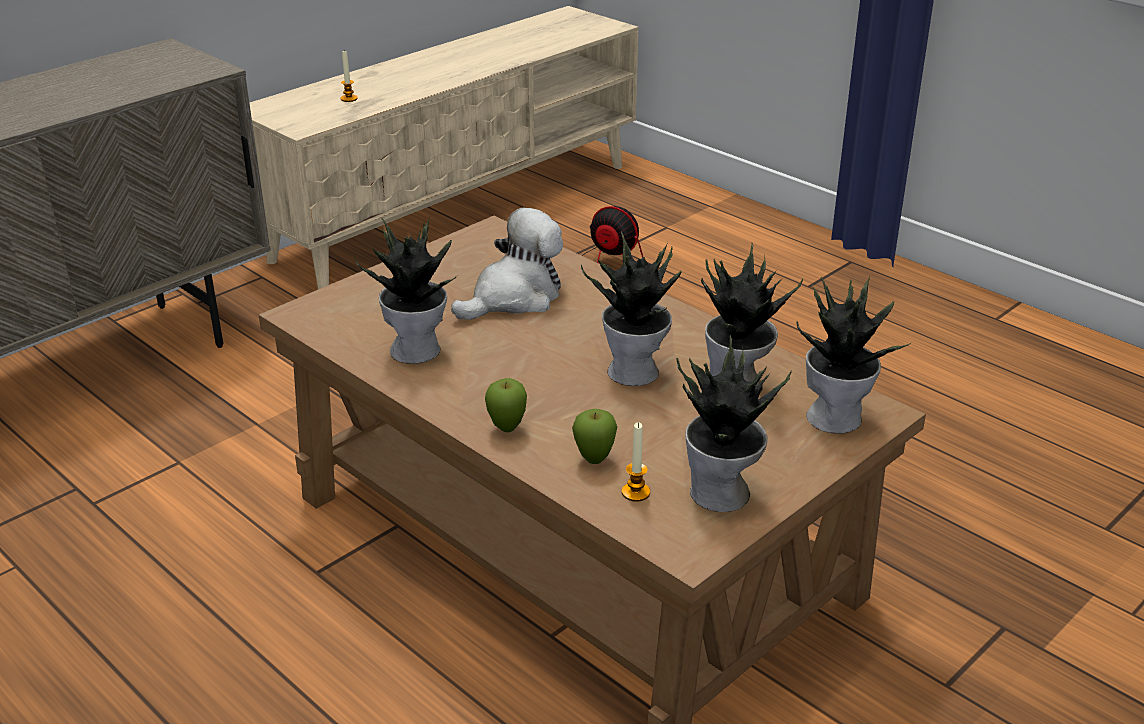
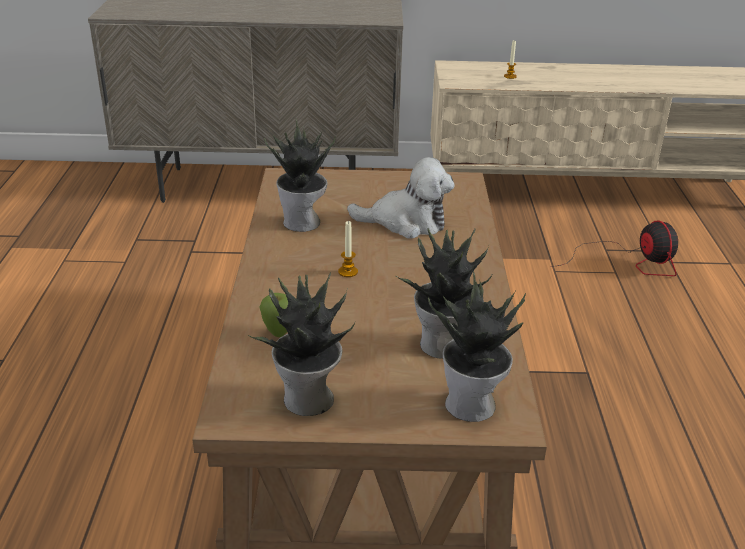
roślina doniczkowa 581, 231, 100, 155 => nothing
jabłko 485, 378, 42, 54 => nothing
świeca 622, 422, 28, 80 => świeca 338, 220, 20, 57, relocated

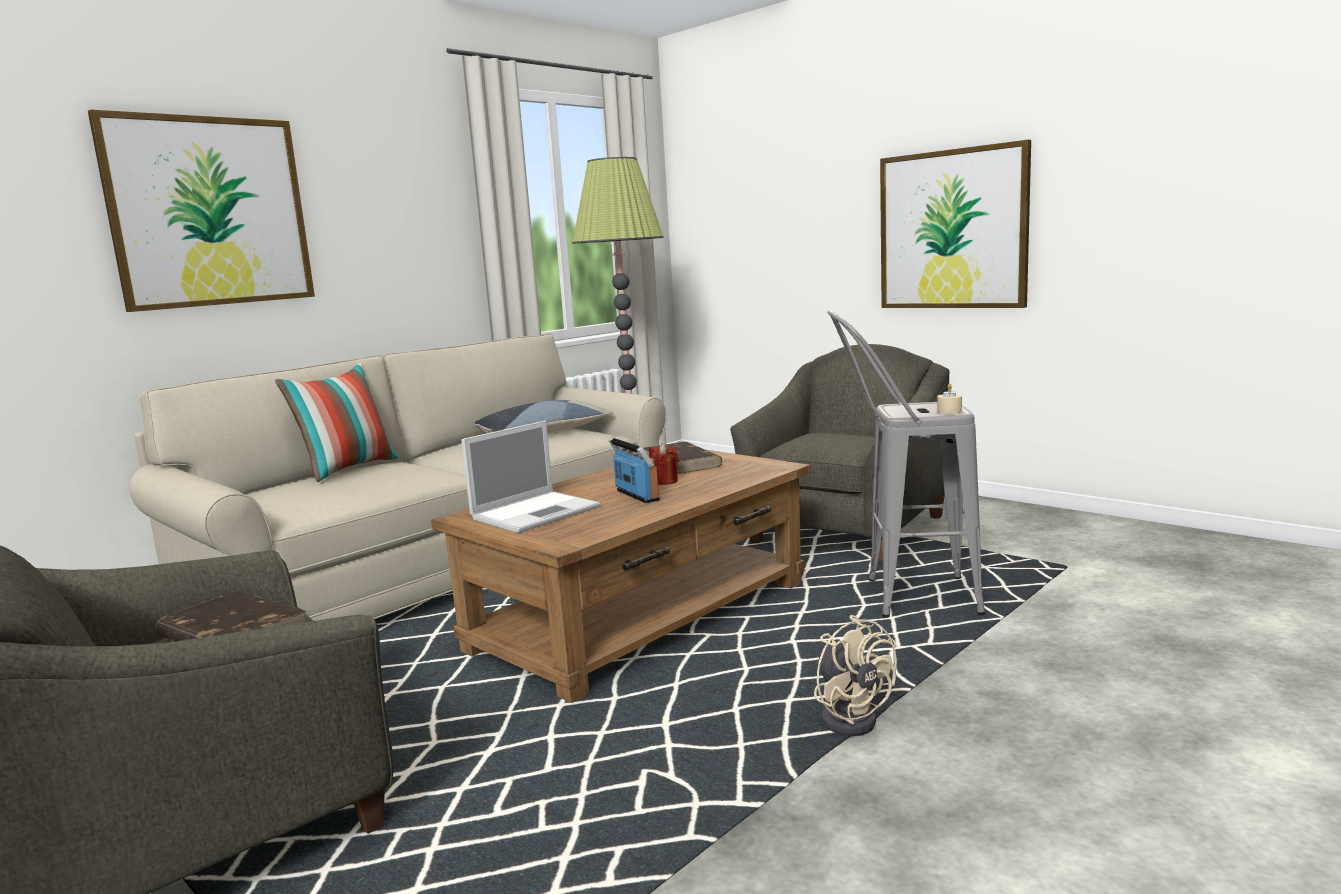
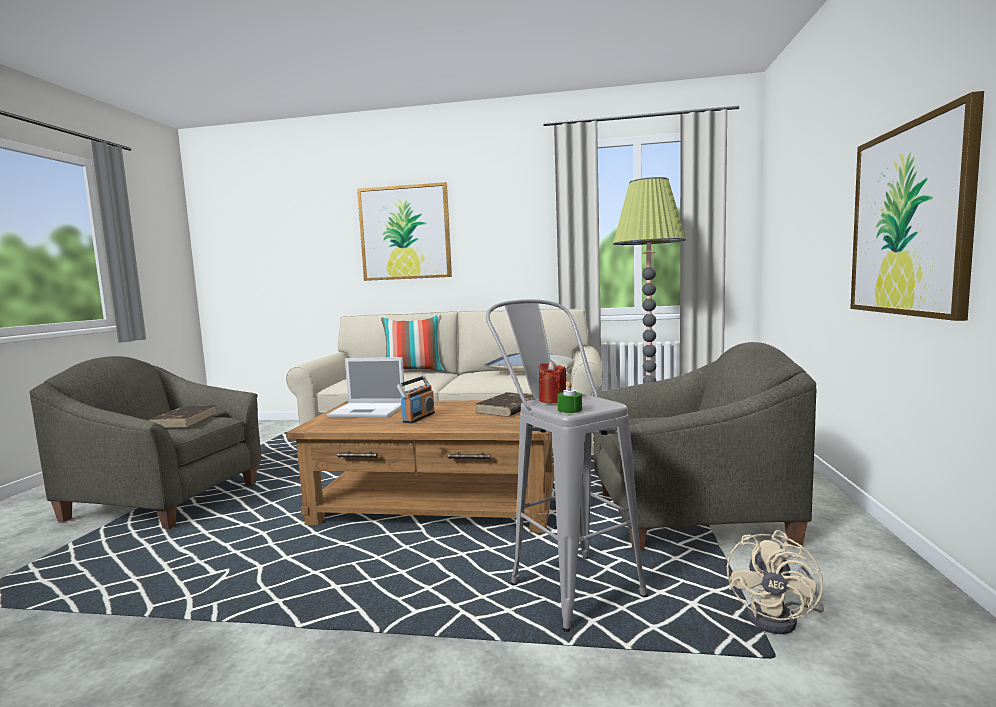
świeca [beżowy] 937, 383, 25, 31 => świeca [zielony] 557, 381, 25, 32
świeca [czerwony] 649, 443, 29, 42 => świeca [czerwony] 538, 361, 29, 42, relocated
wentylator [beżowy] 814, 615, 83, 122 => wentylator [beżowy] 727, 530, 97, 104, relocated

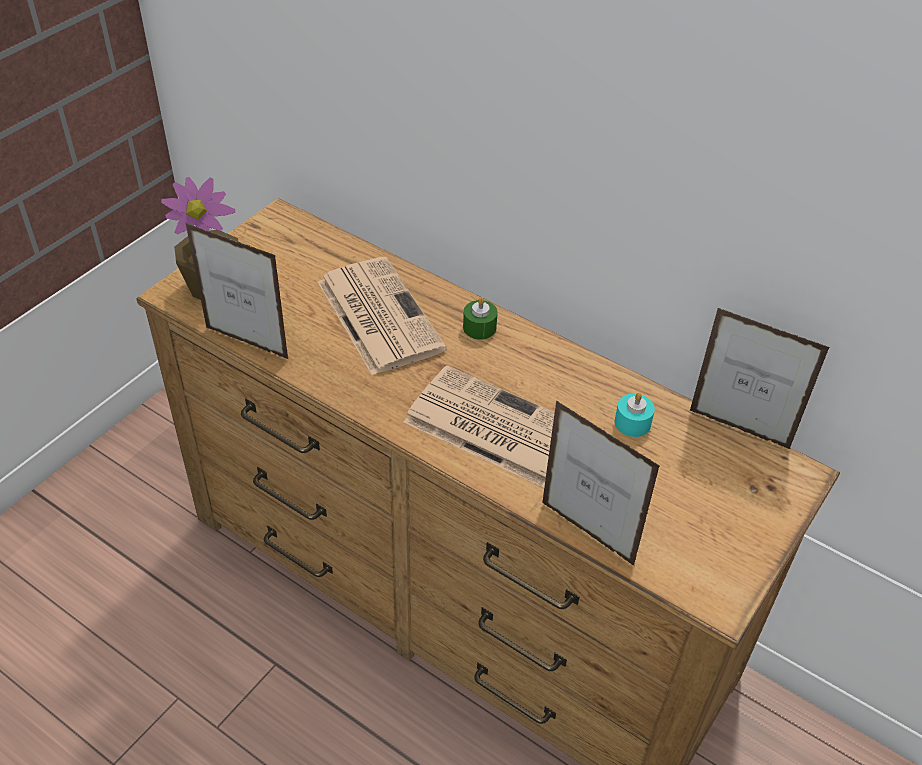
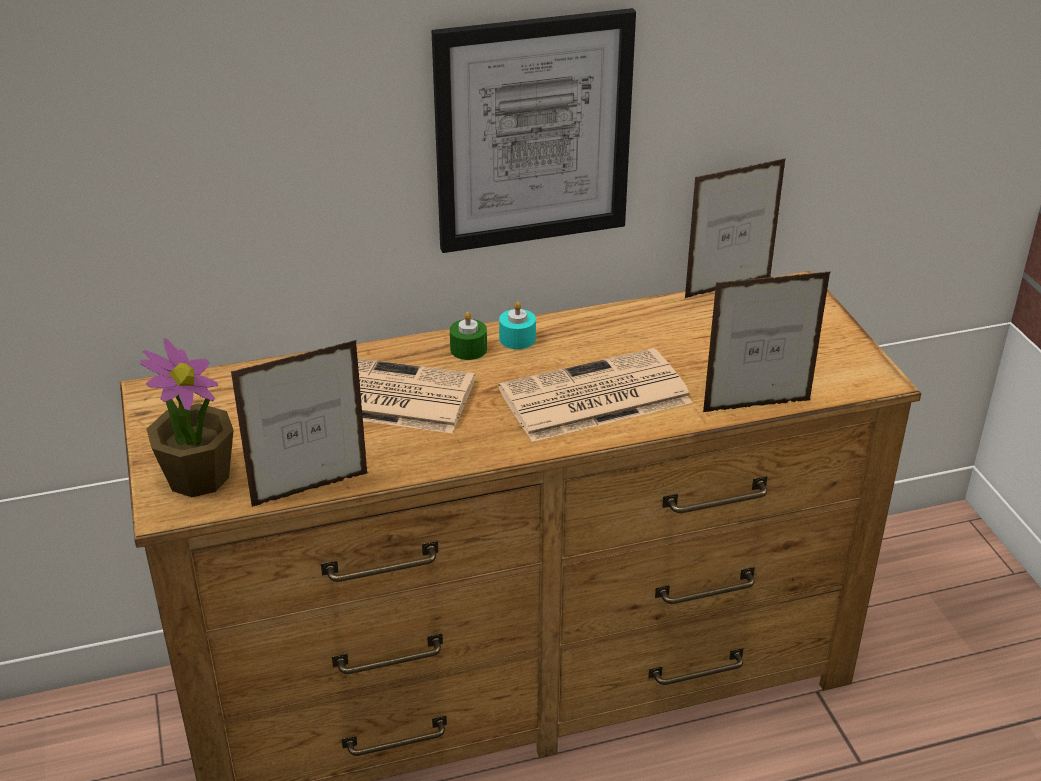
świeca [turkusowy] 615, 393, 40, 44 => świeca [turkusowy] 499, 302, 37, 47, relocated
nothing => obraz 432, 8, 204, 245

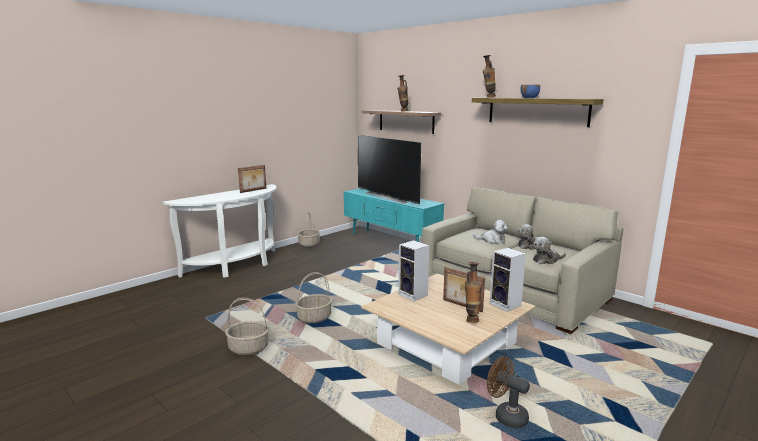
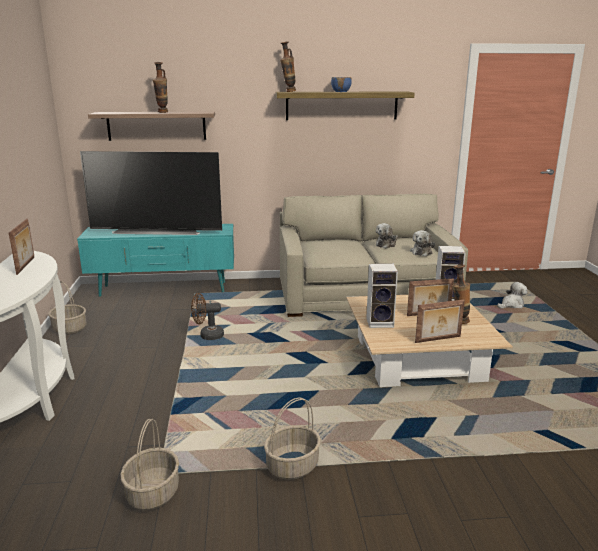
pluszak 473, 220, 35, 24 => pluszak 497, 282, 30, 27, relocated
koszyk 295, 272, 37, 52 => koszyk 120, 419, 59, 91, relocated
wentylator [brązowy] 487, 356, 43, 73 => wentylator [brązowy] 191, 293, 33, 47, relocated
nothing => ramka na zdjęcie 415, 299, 50, 44

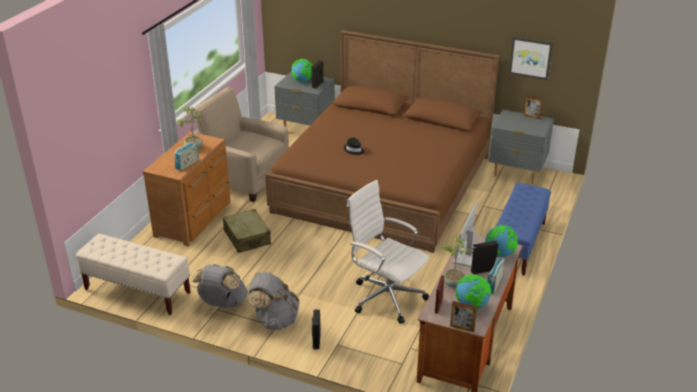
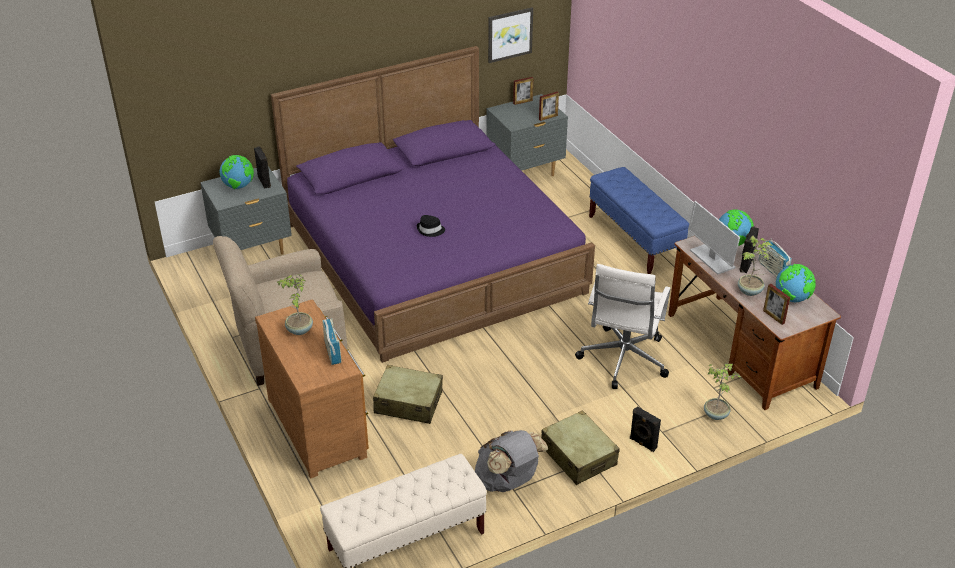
łóżko [brązowy] 265, 30, 234, 223 => łóżko [fioletowy] 271, 46, 324, 317
krzesło biurowe [biały] 347, 180, 82, 144 => krzesło biurowe [biały] 575, 264, 95, 125, 60 degrees counterclockwise
plecak [szary] 248, 271, 51, 59 => walizka [beżowy] 541, 410, 79, 75
ramka na zdjęcie 450, 301, 27, 31 => ramka na zdjęcie 539, 91, 20, 30, relocated
nothing => roślina doniczkowa 704, 364, 36, 56

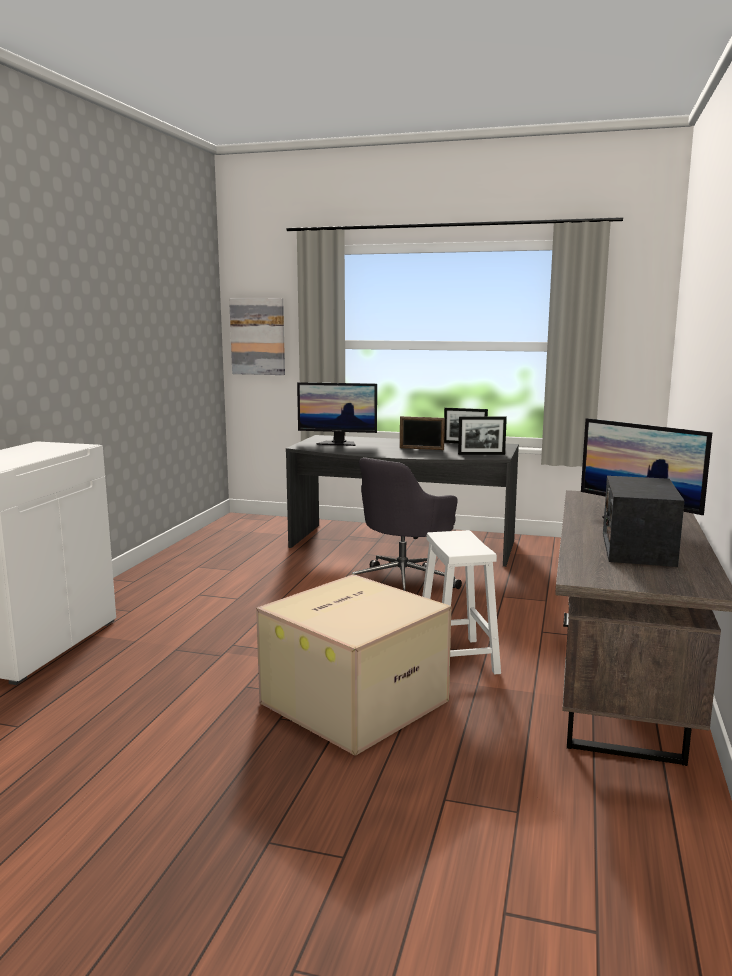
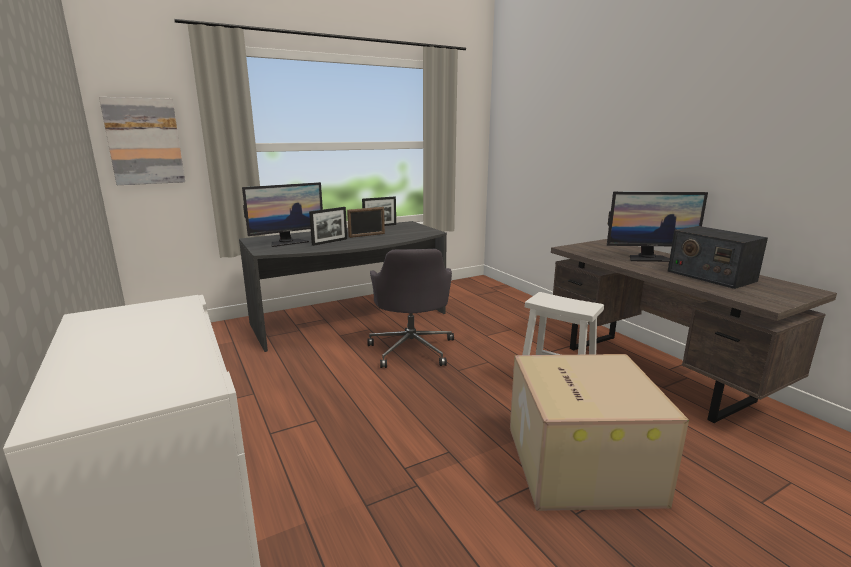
ramka na zdjęcie 458, 416, 49, 39 => ramka na zdjęcie 309, 207, 38, 39, relocated

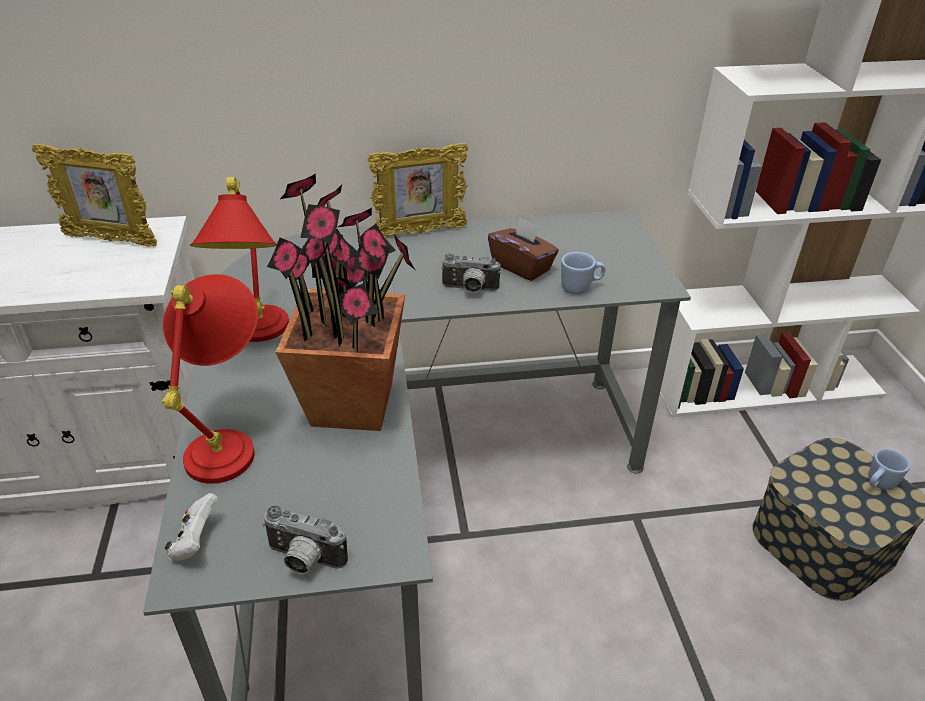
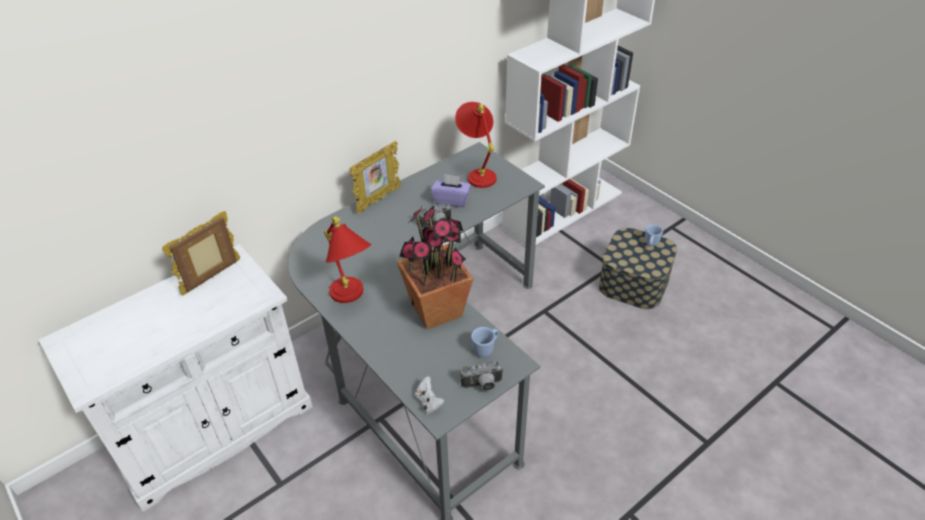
ramka na zdjęcie 32, 144, 125, 103 => ramka na zdjęcie 162, 211, 78, 85, 150 degrees clockwise
pudełko chusteczek [brązowy] 488, 217, 71, 64 => pudełko chusteczek [fioletowy] 431, 174, 40, 33
kubek [niebieski] 561, 252, 44, 43 => kubek [niebieski] 471, 327, 28, 30, relocated
lampa stołowa [czerwony] 162, 274, 96, 210 => lampa stołowa [czerwony] 455, 102, 41, 86, relocated

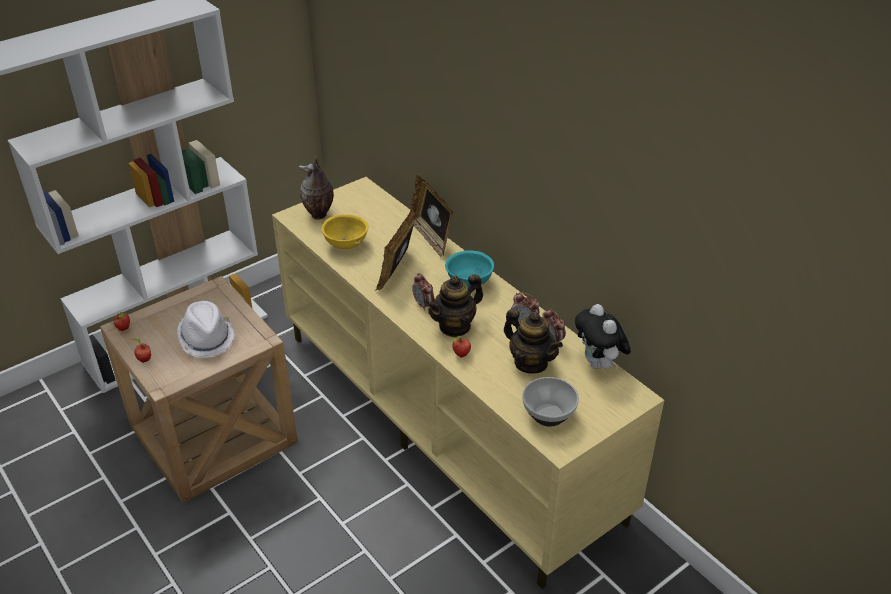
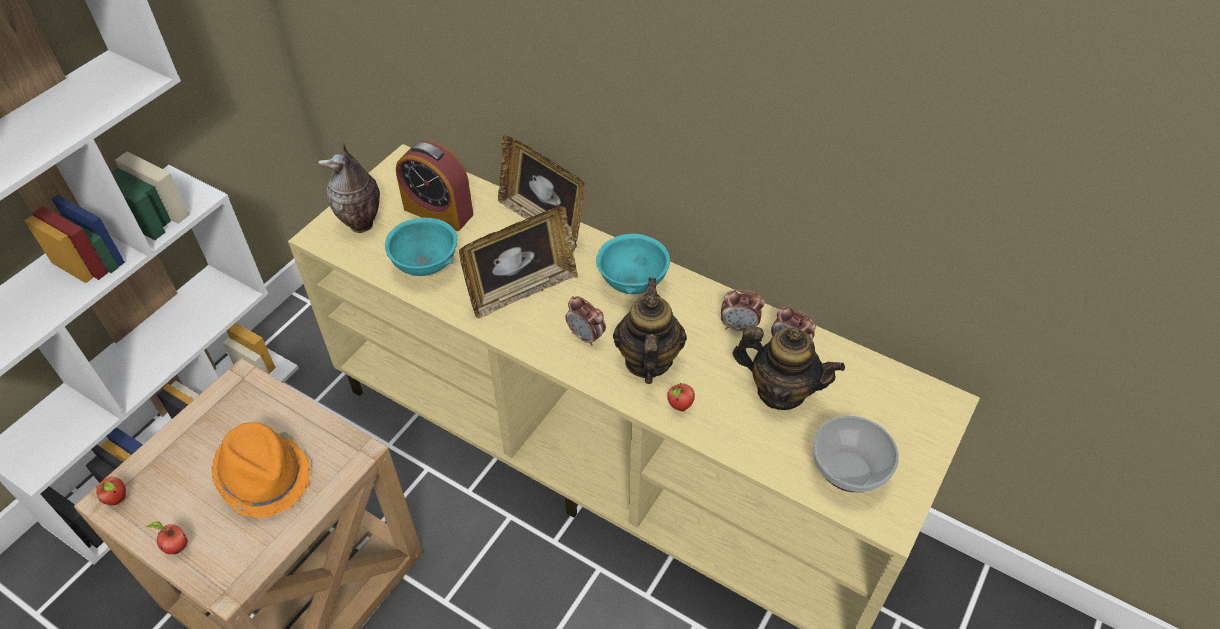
ramka na zdjęcie 375, 207, 40, 84 => ramka na zdjęcie 459, 206, 119, 112, 120 degrees counterclockwise
miska [żółty] 321, 214, 48, 35 => miska [turkusowy] 385, 218, 72, 58
imbryk 426, 274, 57, 63 => imbryk 613, 278, 74, 106, 150 degrees clockwise
kapelusz [biały] 177, 301, 58, 57 => kapelusz [pomarańczowy] 211, 422, 99, 96
pluszak 575, 304, 56, 65 => nothing
nothing => budzik 396, 141, 78, 90

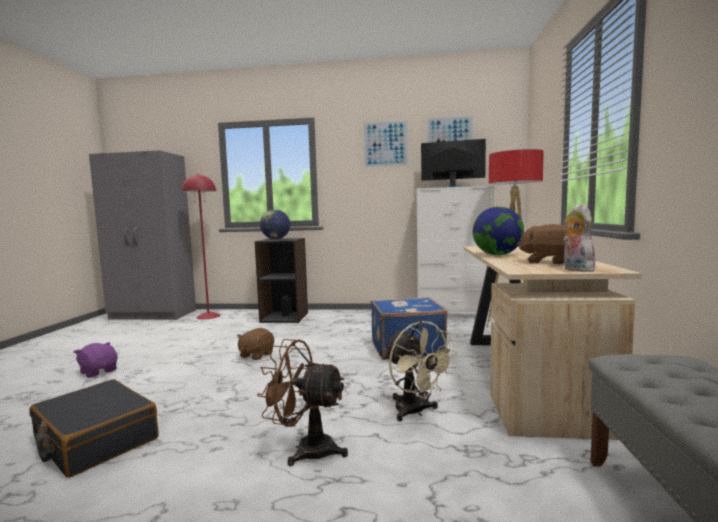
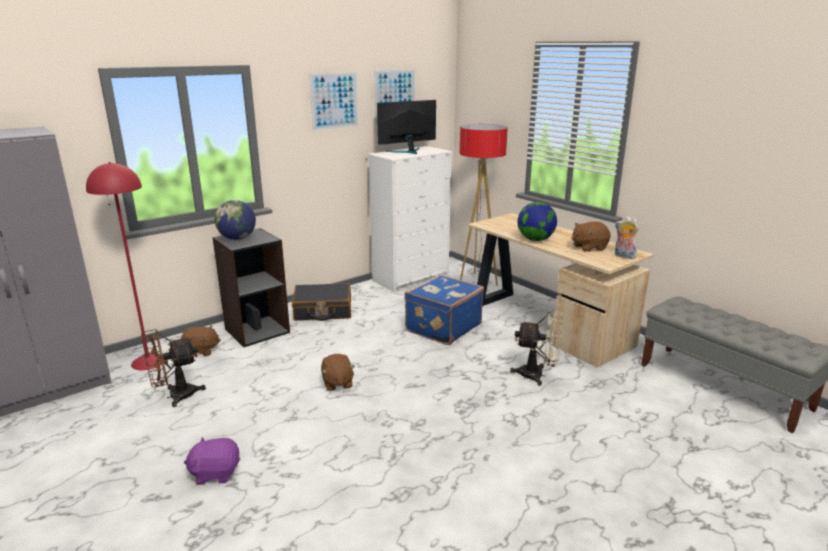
wentylator [brązowy] 257, 339, 91, 127 => wentylator [brązowy] 141, 329, 65, 78, relocated
walizka [czarny] 30, 379, 128, 99 => walizka [czarny] 292, 283, 59, 38, relocated
nothing => pluszak [brązowy] 181, 325, 40, 31

